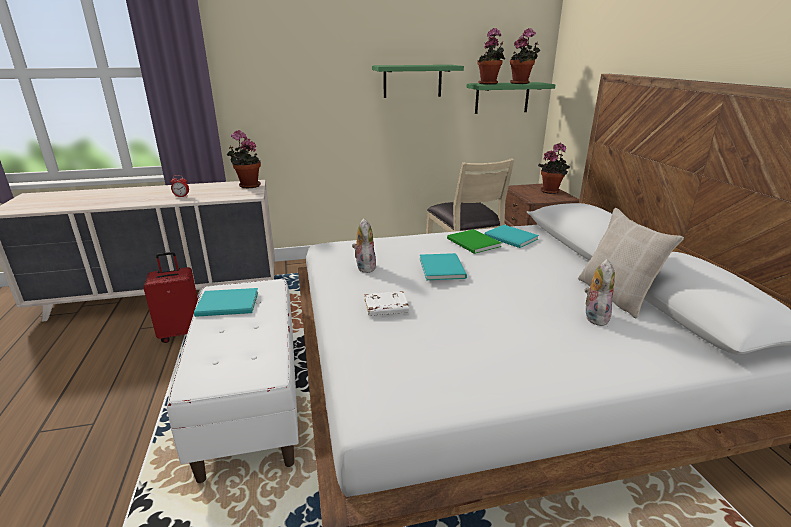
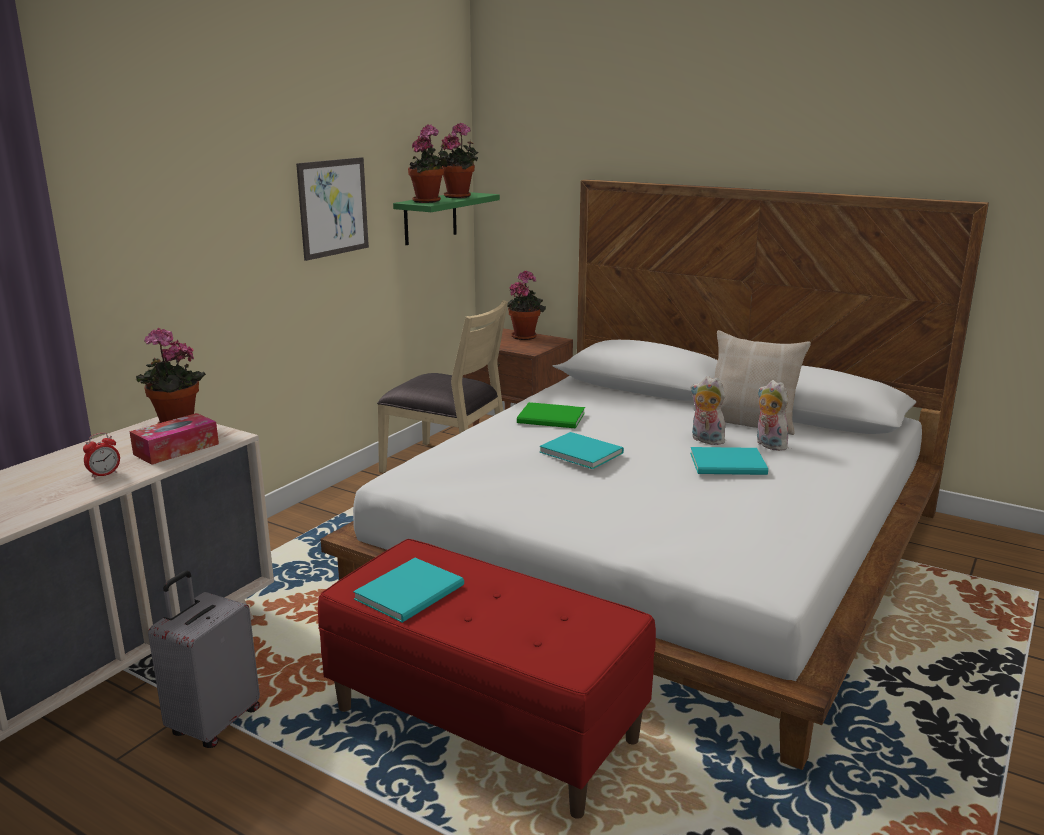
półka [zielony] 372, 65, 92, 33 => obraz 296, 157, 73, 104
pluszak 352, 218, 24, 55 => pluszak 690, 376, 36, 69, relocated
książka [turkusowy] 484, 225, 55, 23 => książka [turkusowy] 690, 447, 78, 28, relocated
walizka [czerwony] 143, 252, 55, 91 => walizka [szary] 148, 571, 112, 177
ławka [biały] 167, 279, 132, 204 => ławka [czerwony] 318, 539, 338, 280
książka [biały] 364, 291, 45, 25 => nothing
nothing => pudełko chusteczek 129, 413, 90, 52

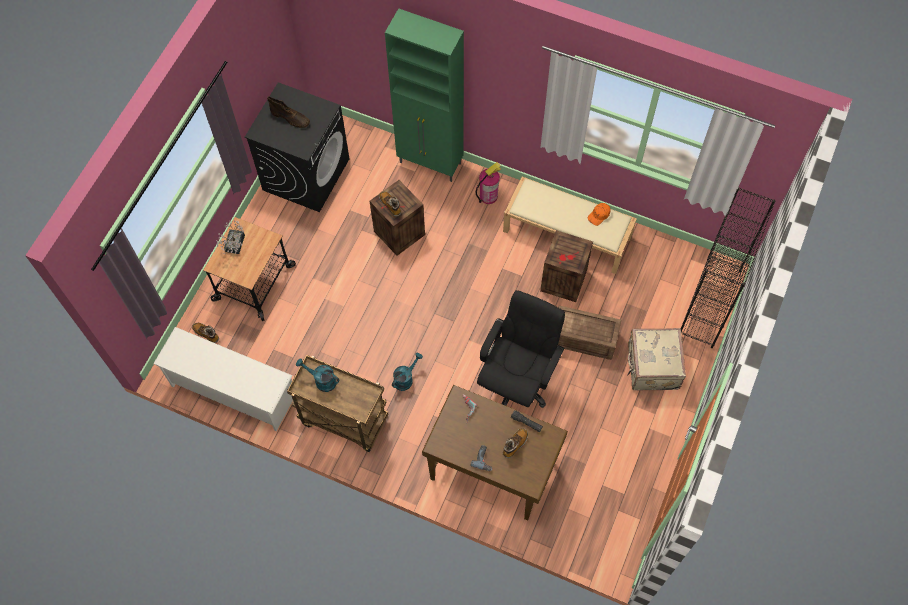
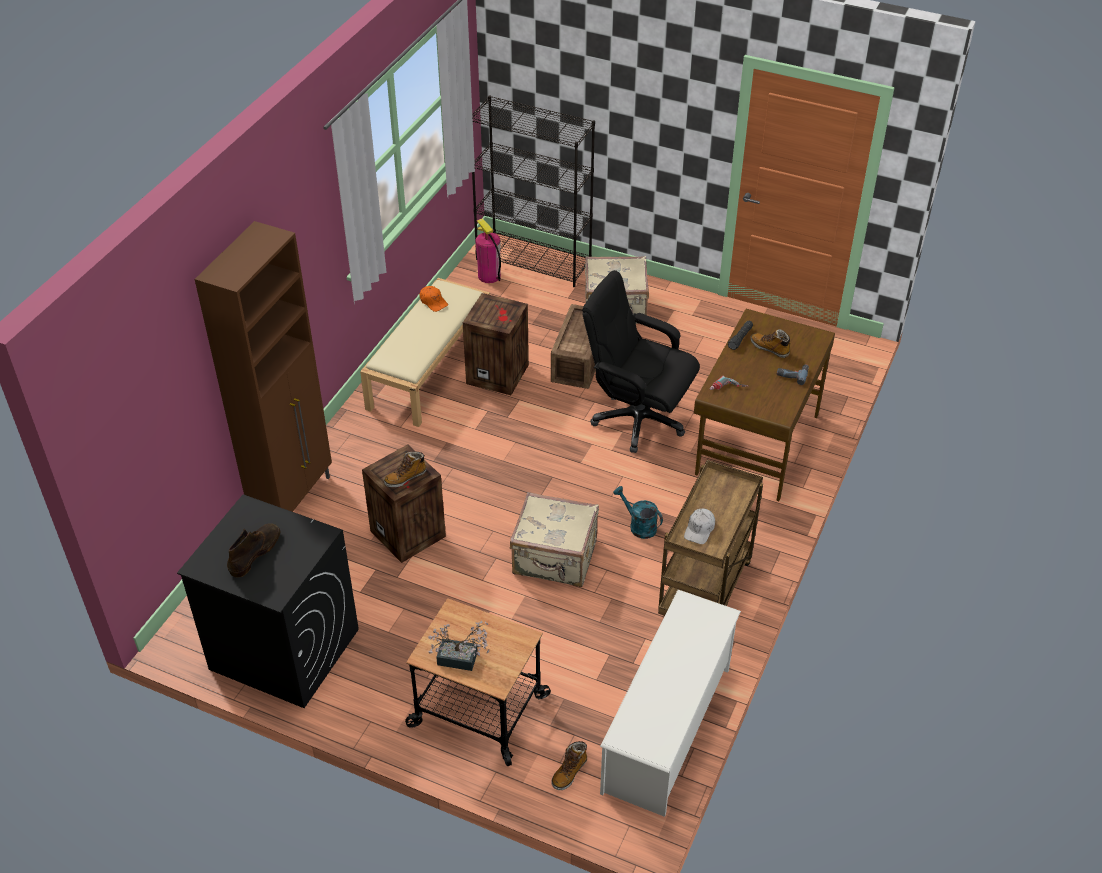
szafka [zielony] 385, 8, 79, 174 => szafka [brązowy] 195, 221, 137, 291
gaśnica 476, 162, 25, 42 => gaśnica 475, 219, 26, 64, relocated
konewka [turkusowy] 296, 359, 43, 33 => czapka z daszkiem [biały] 684, 508, 31, 36
nothing => walizka [beżowy] 510, 492, 89, 95

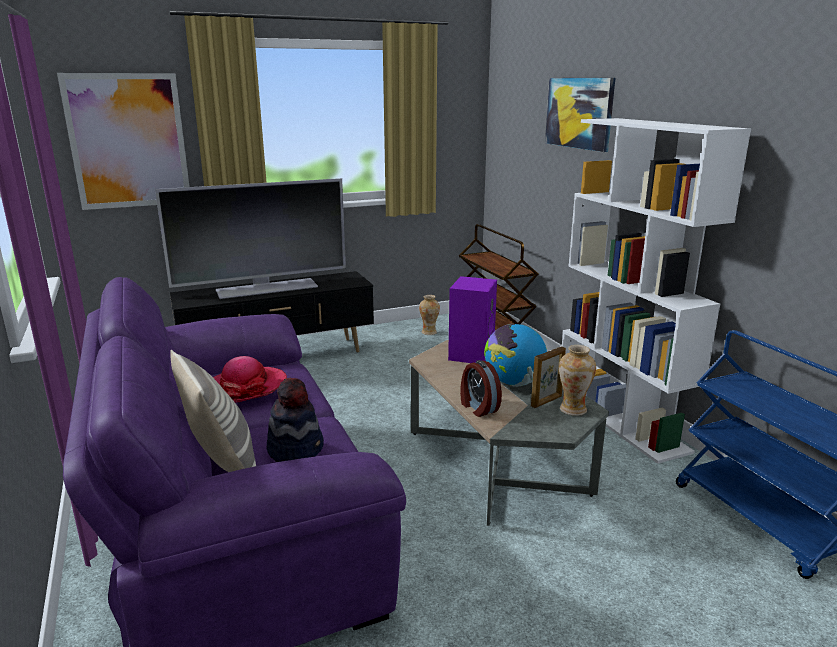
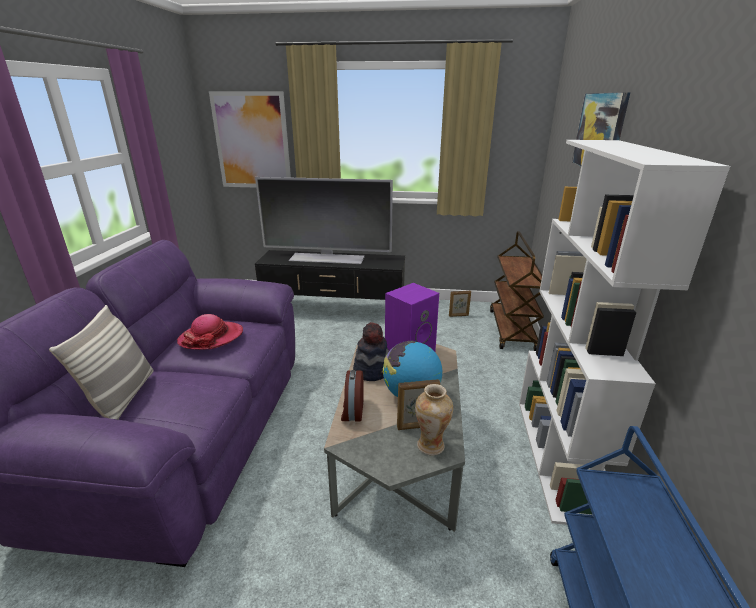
wazon 419, 295, 21, 40 => ramka na zdjęcie 449, 291, 22, 26
kapelusz 267, 377, 57, 85 => kapelusz 353, 322, 36, 59, relocated

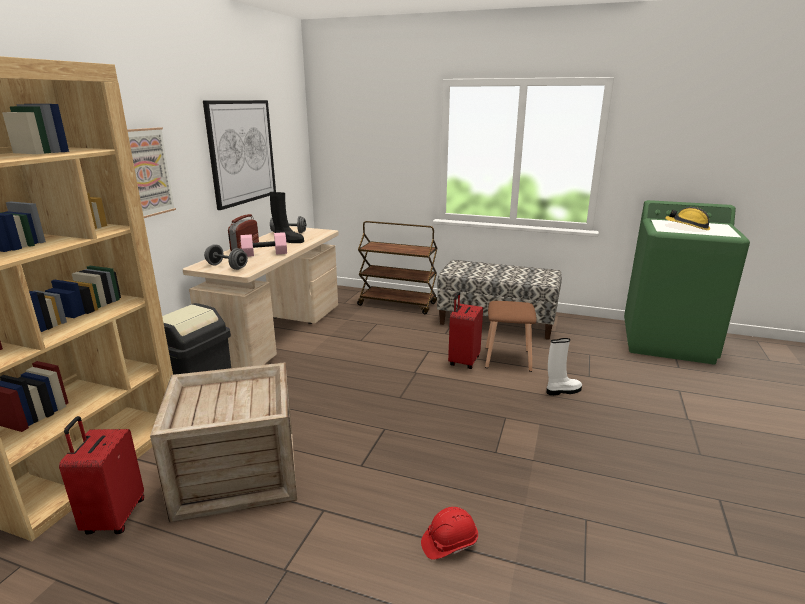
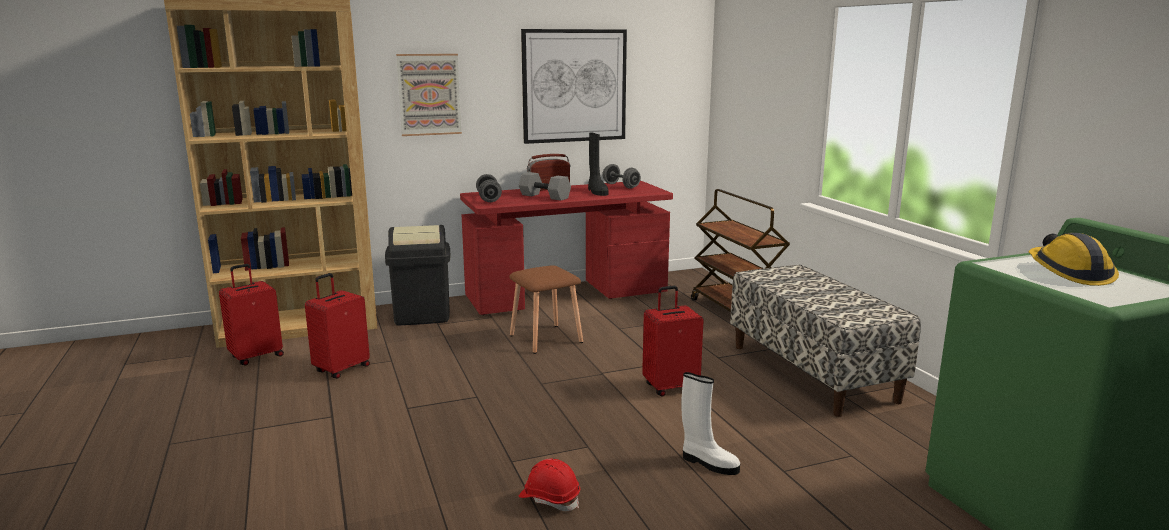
biurko [beżowy] 183, 226, 156, 142 => biurko [czerwony] 460, 181, 213, 134
hantel [różowy] 240, 232, 47, 25 => hantel [szary] 519, 172, 52, 29
stołek [brązowy] 485, 301, 52, 71 => stołek [brązowy] 509, 265, 74, 89, relocated
skrzynka 150, 362, 147, 160 => walizka [czerwony] 305, 273, 65, 106
kask [czerwony] 421, 507, 57, 53 => kask [czerwony] 519, 459, 61, 52, relocated

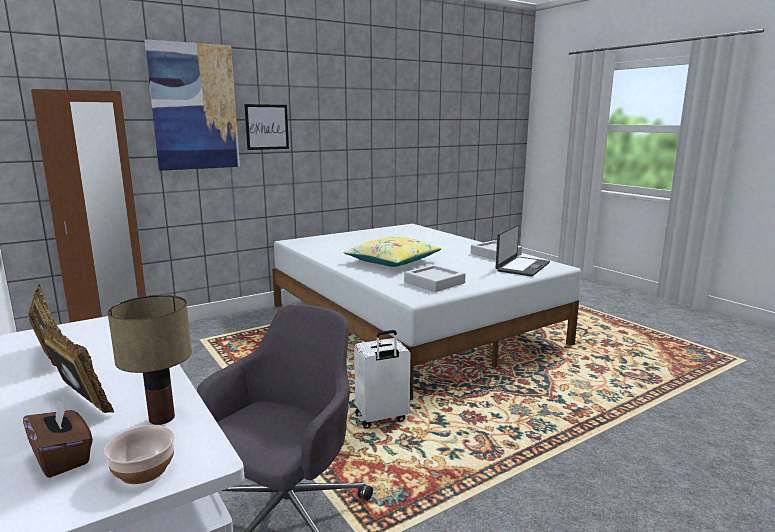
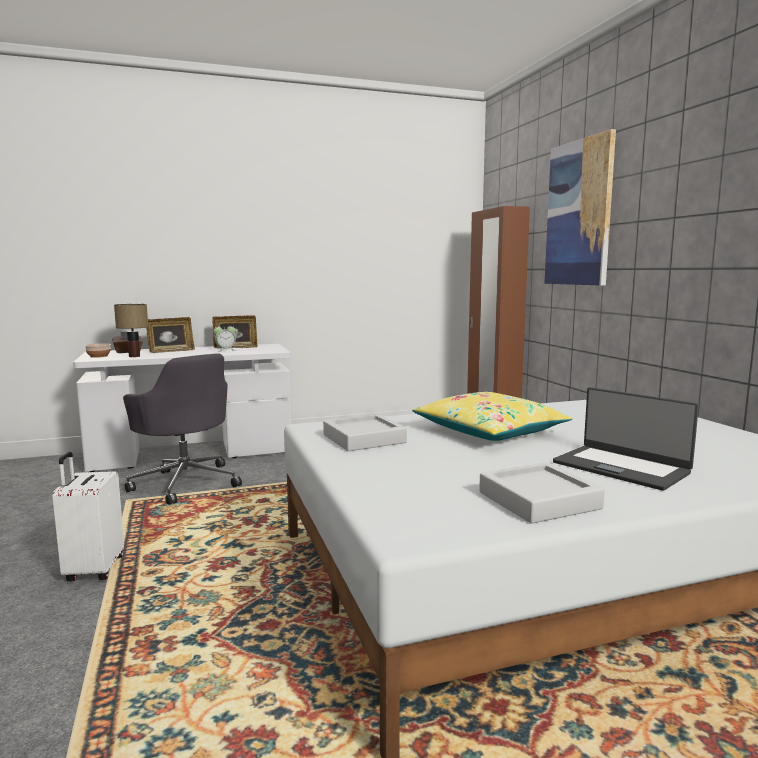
obraz 244, 104, 45, 46 => nothing
laptop 495, 224, 55, 53 => laptop 553, 387, 146, 104, relocated
walizka [biały] 354, 330, 56, 99 => walizka [biały] 52, 452, 72, 129, relocated
nothing => budzik 213, 325, 24, 27

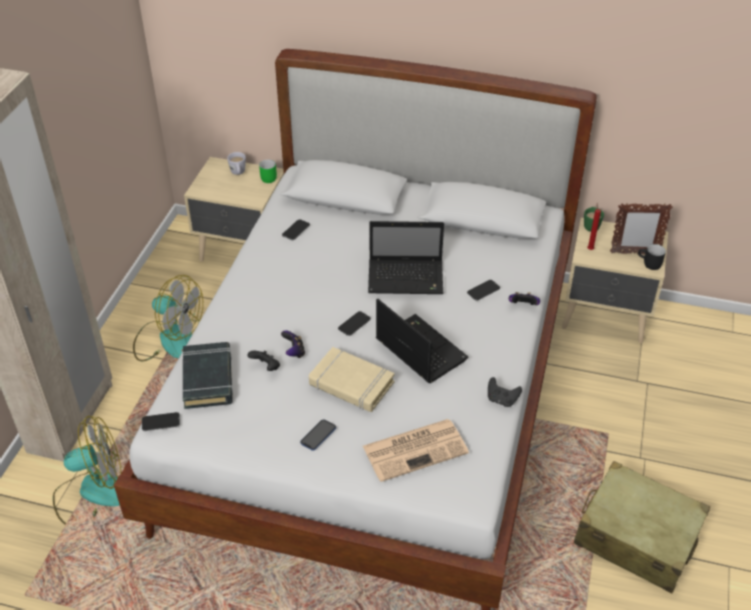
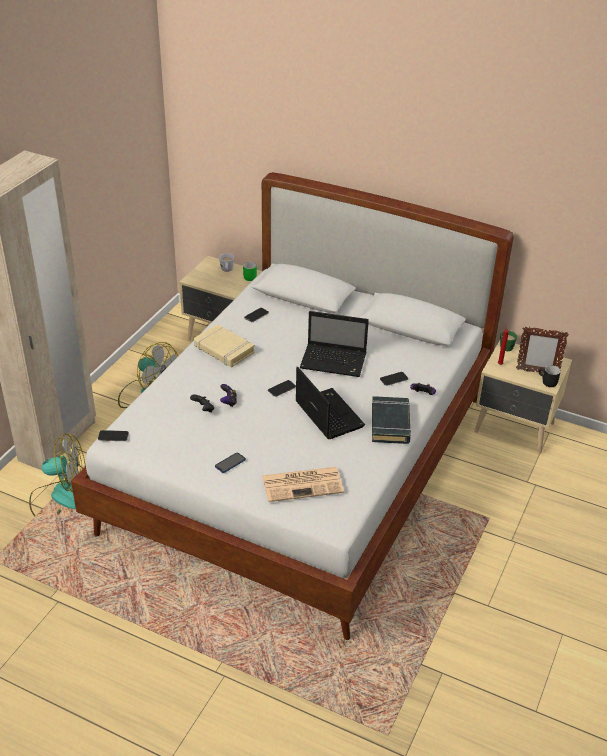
książka [czarny] 183, 342, 50, 67 => książka [czarny] 372, 396, 39, 48, relocated
książka [beżowy] 309, 347, 86, 65 => książka [beżowy] 194, 324, 61, 43, relocated
pad do gier [czarny] 488, 377, 34, 30 => nothing
walizka [beżowy] 574, 461, 136, 132 => nothing

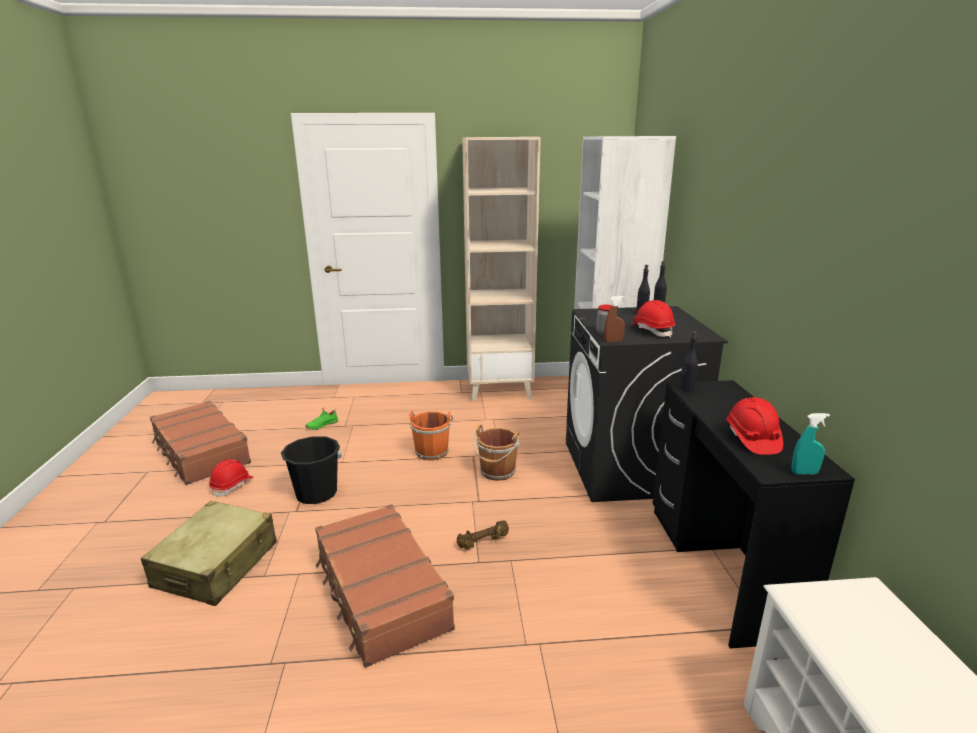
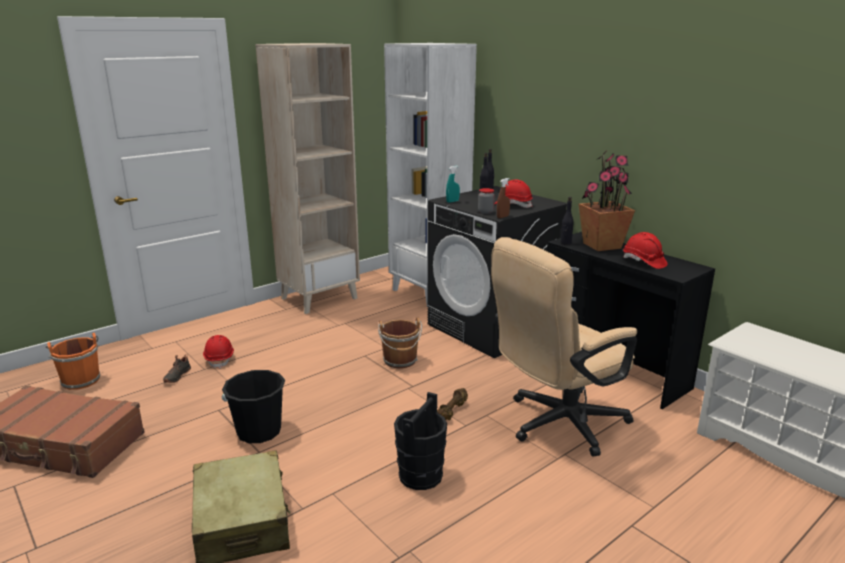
but [zielony] 305, 407, 33, 23 => but [czarny] 163, 355, 28, 28
wiadro [pomarańczowy] 409, 411, 44, 49 => wiadro [pomarańczowy] 46, 333, 54, 57, relocated
spryskiwacz [turkusowy] 792, 413, 38, 61 => spryskiwacz [turkusowy] 446, 166, 14, 37, relocated
kask [czerwony] 209, 459, 44, 39 => kask [czerwony] 203, 335, 31, 34, relocated
walizka [brązowy] 315, 504, 140, 164 => wiadro [czarny] 394, 392, 53, 98
nothing => roślina doniczkowa 579, 150, 56, 101
nothing => krzesło biurowe [beżowy] 491, 237, 146, 220

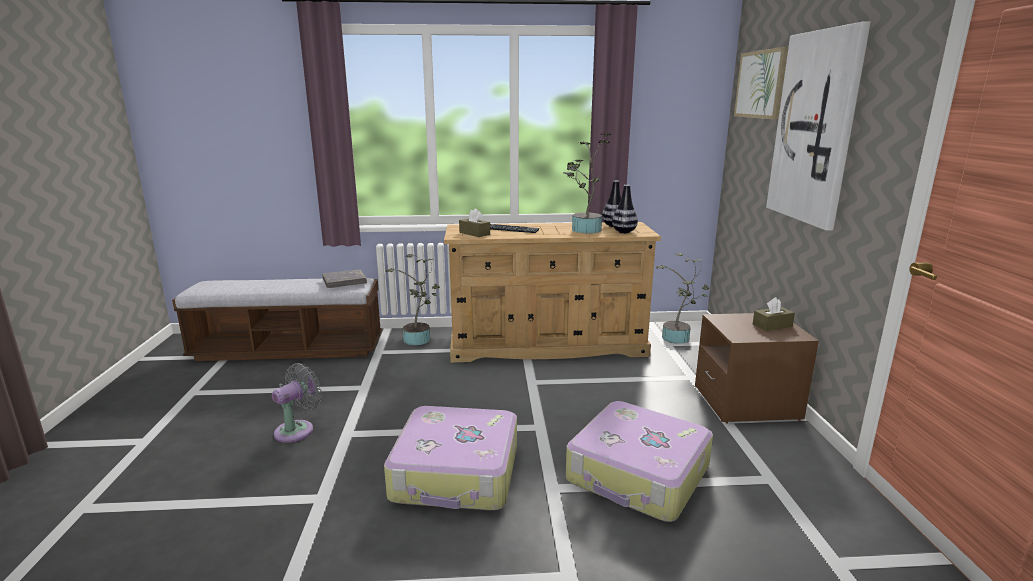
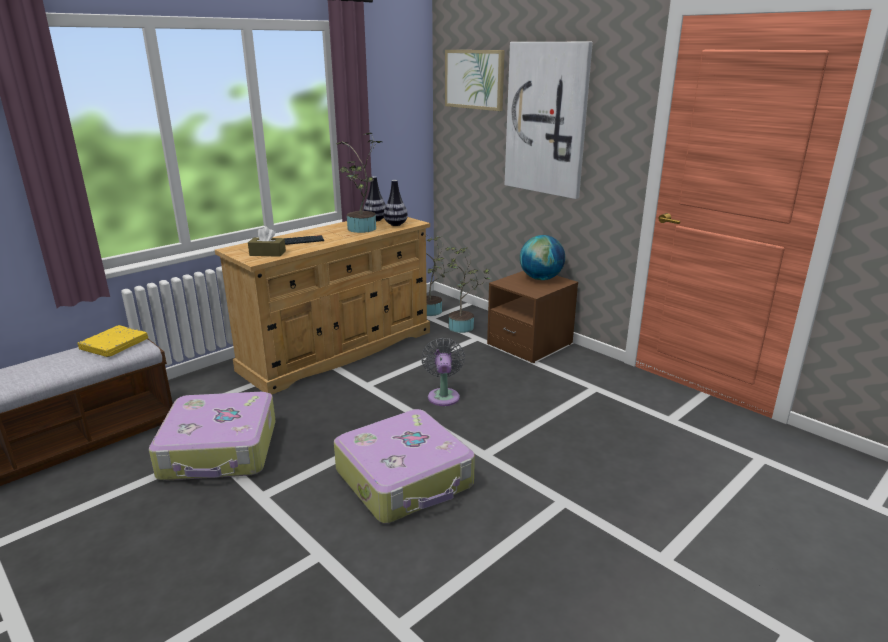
roślina doniczkowa 385, 254, 55, 91 => roślina doniczkowa 445, 247, 46, 86, relocated
książka [szary] 322, 269, 45, 19 => książka [żółty] 78, 325, 70, 32
pudełko chusteczek [brązowy] 753, 297, 42, 34 => globus 520, 235, 45, 45
wentylator [szary] 272, 363, 50, 80 => wentylator [szary] 421, 338, 44, 68, relocated
walizka 566, 401, 147, 121 => walizka 149, 392, 127, 88, relocated

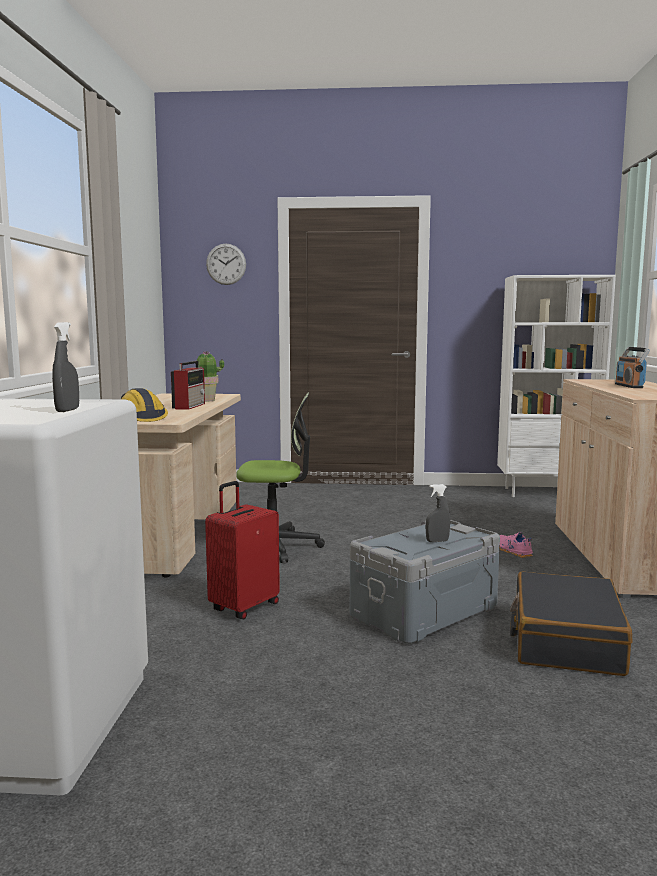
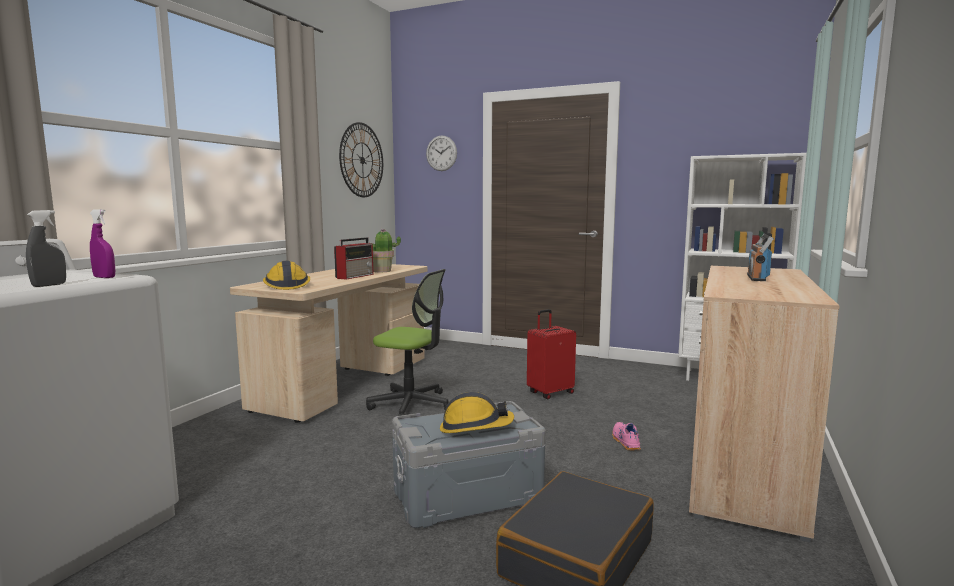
walizka [czerwony] 205, 481, 75, 138 => walizka [czerwony] 527, 309, 49, 90, relocated
spryskiwacz [szary] 426, 484, 24, 58 => kask 440, 392, 74, 41
nothing => zegar ścienny 339, 122, 44, 75
nothing => spryskiwacz [fioletowy] 90, 209, 25, 69

